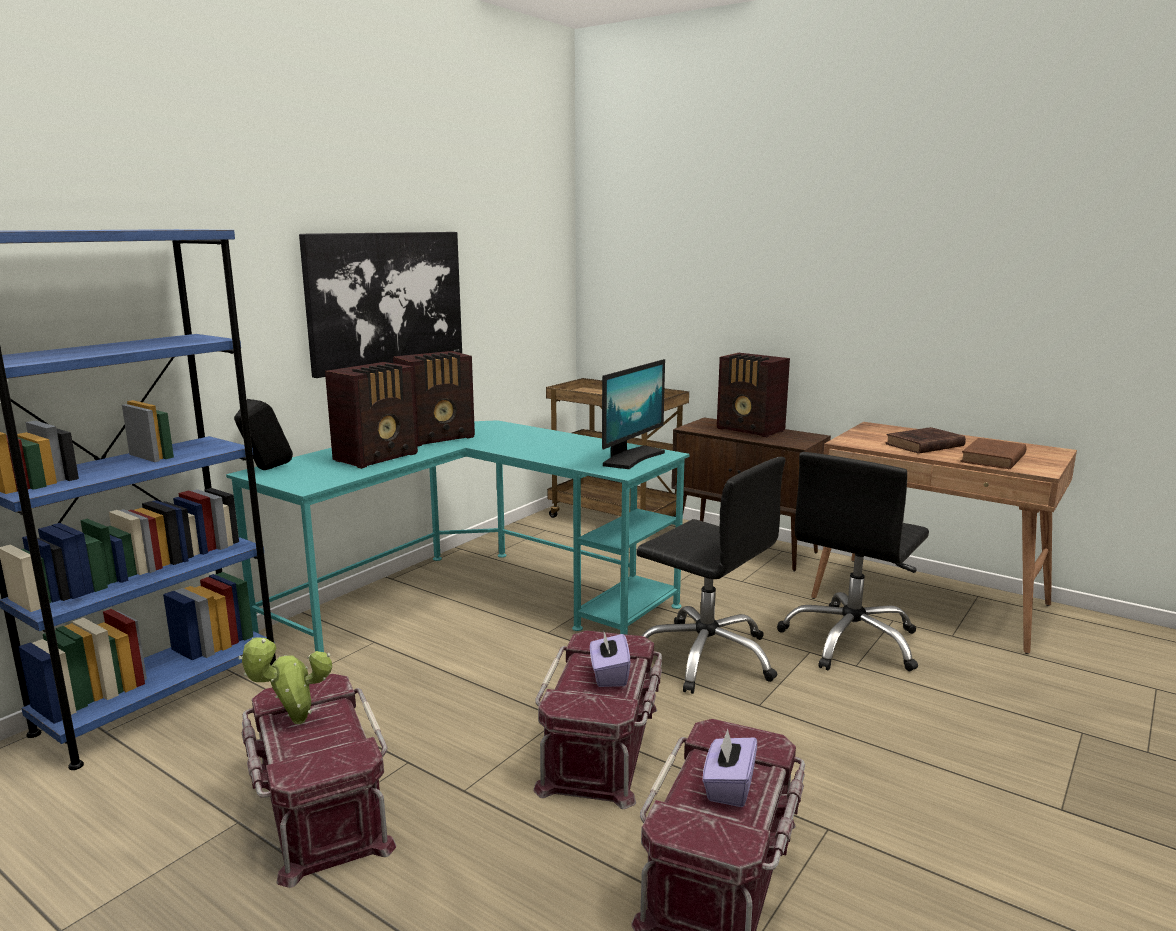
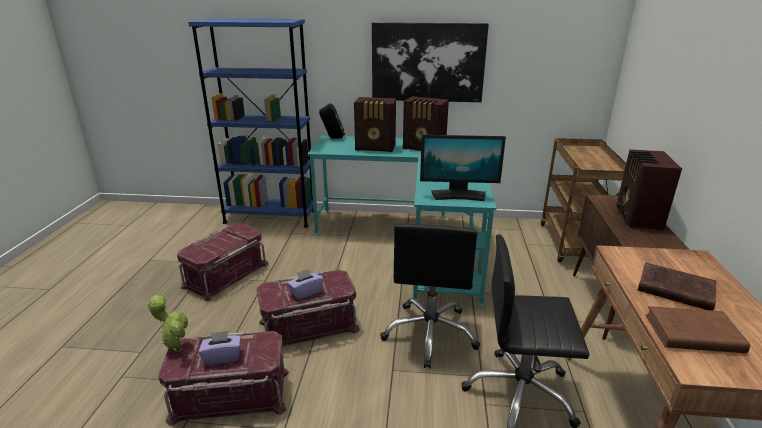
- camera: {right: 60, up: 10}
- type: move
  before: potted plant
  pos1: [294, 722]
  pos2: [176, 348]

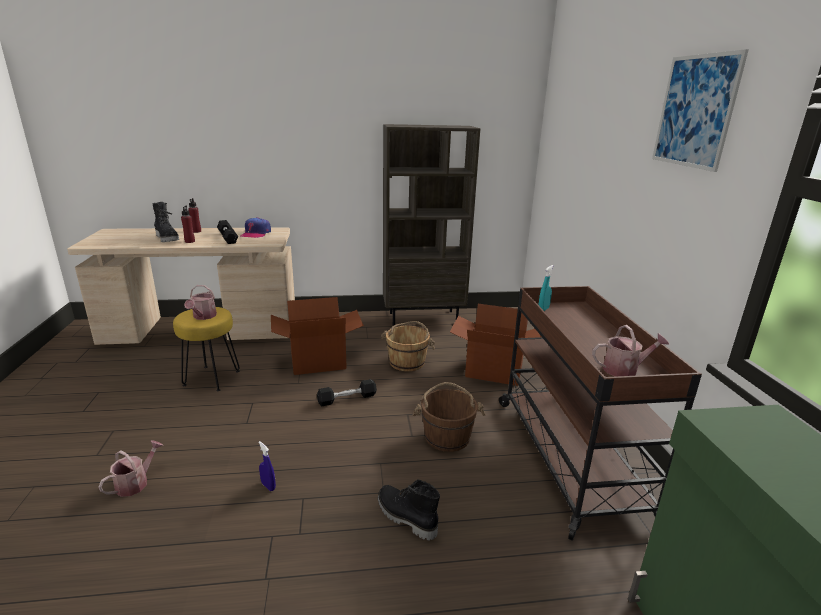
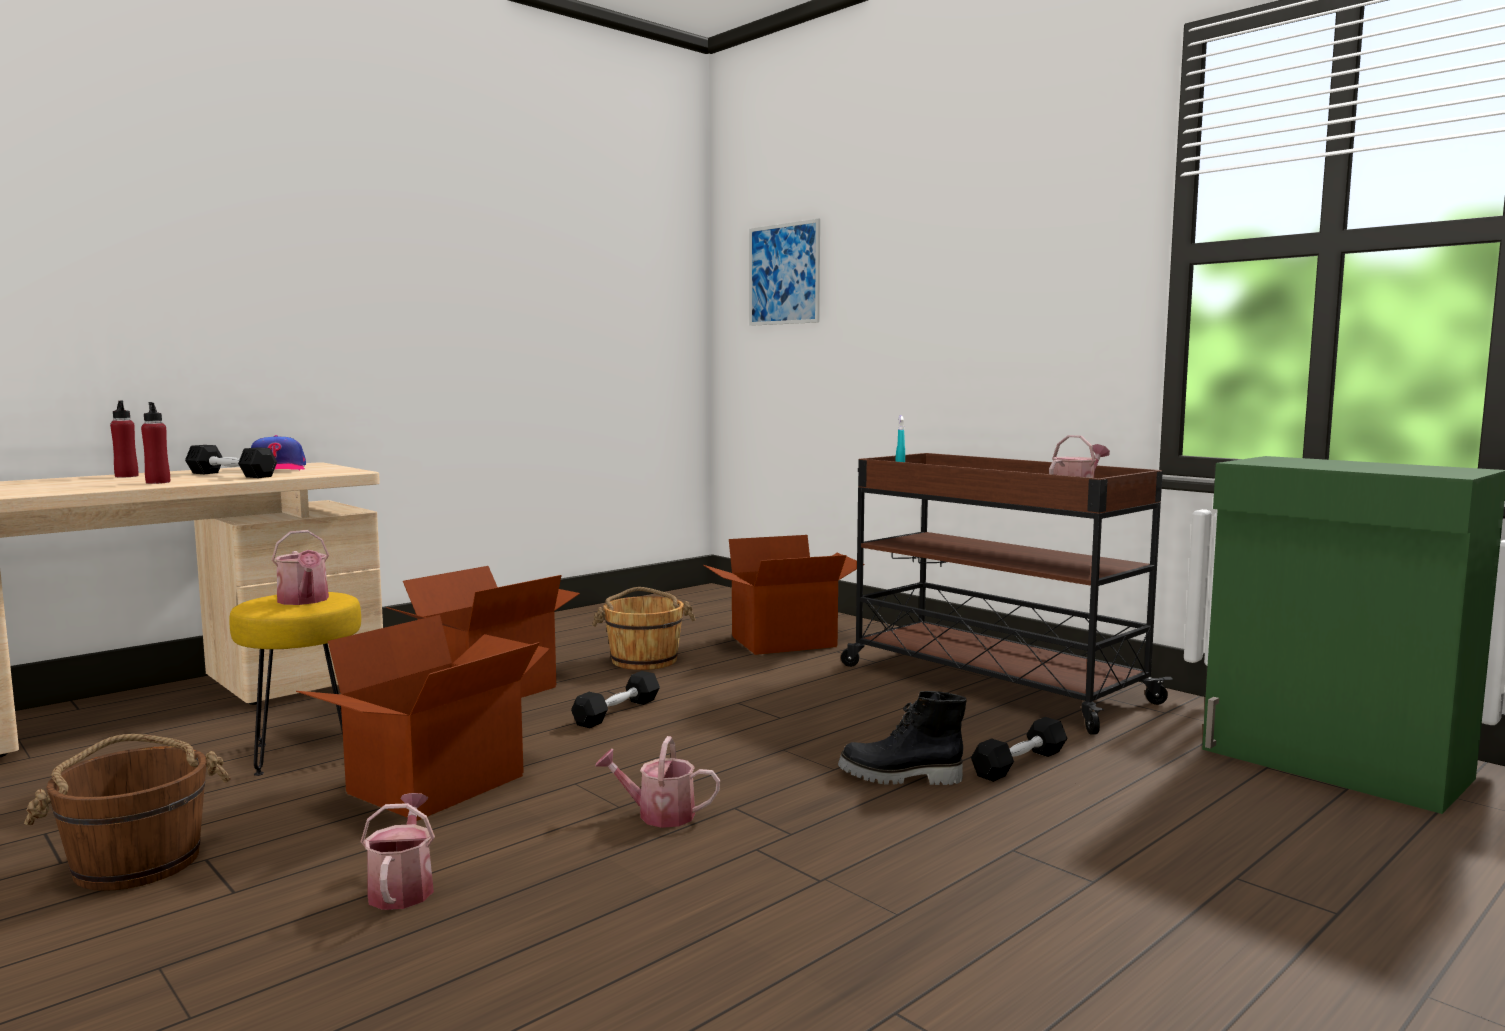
- camera: {right: -35, up: -15}
- type: delete
  before: boot/black
  pos1: [168, 239]
- type: replace
  before: spray bottle/blue
  after: watering can
  pos1: [268, 486]
  pos2: [658, 815]
- type: delete
  before: bookcase/brown
  pos1: [423, 318]
- type: move
  before: bucket/brown
  pos1: [447, 436]
  pos2: [137, 862]
- type: move
  before: picture
  pos1: [695, 111]
  pos2: [784, 274]
- type: insert
  after: cardboard box
  pos2: [438, 785]
- type: insert
  after: dumbbell/black
  pos2: [1020, 763]

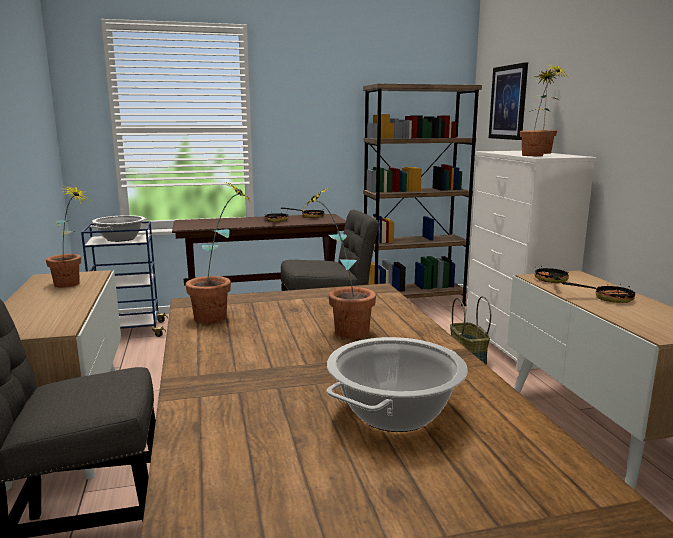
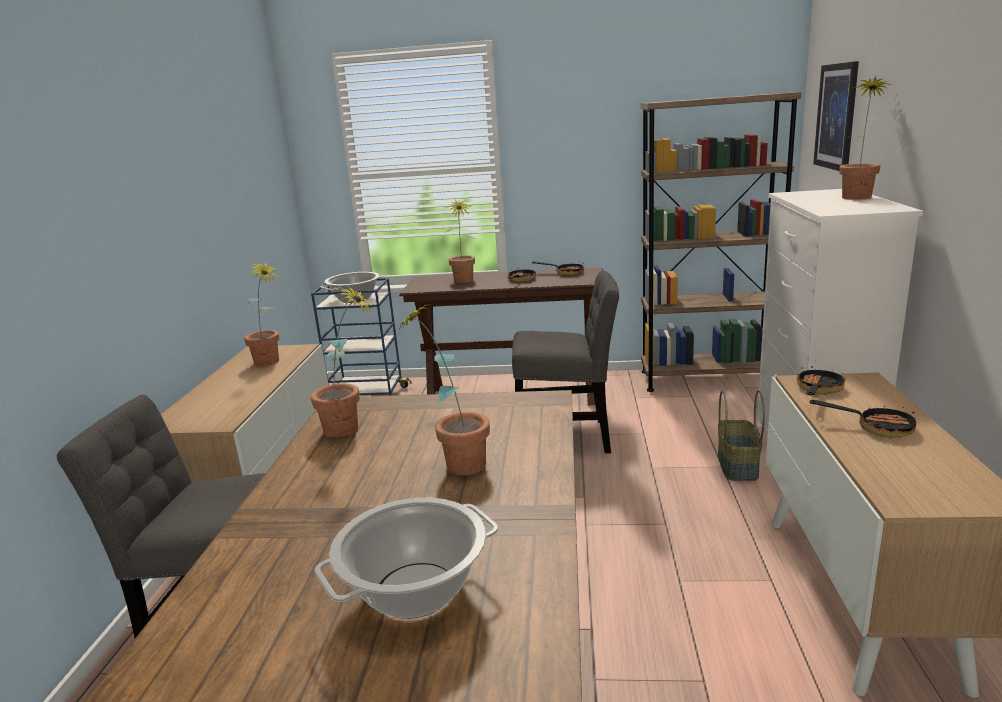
- camera: {right: 20, up: 5}
- type: move
  before: potted plant
  pos1: [537, 156]
  pos2: [464, 282]

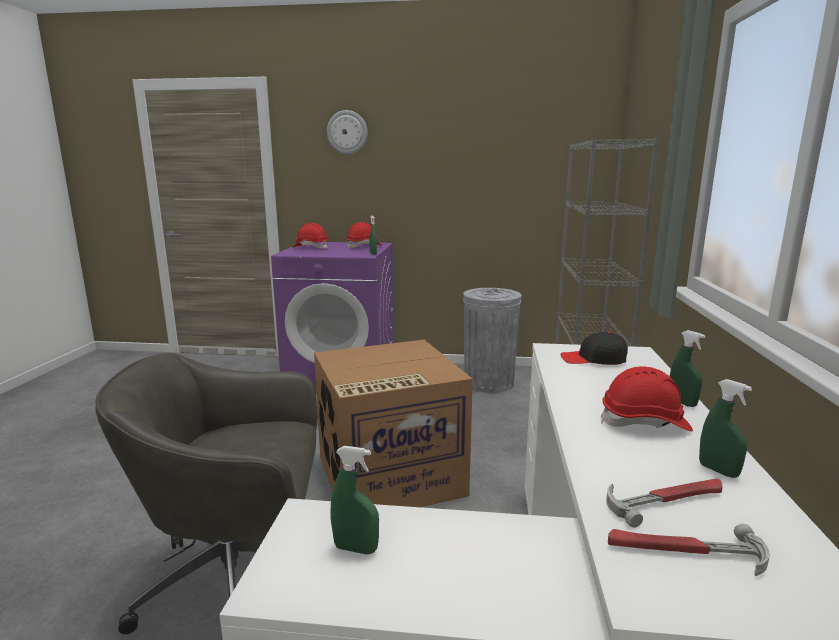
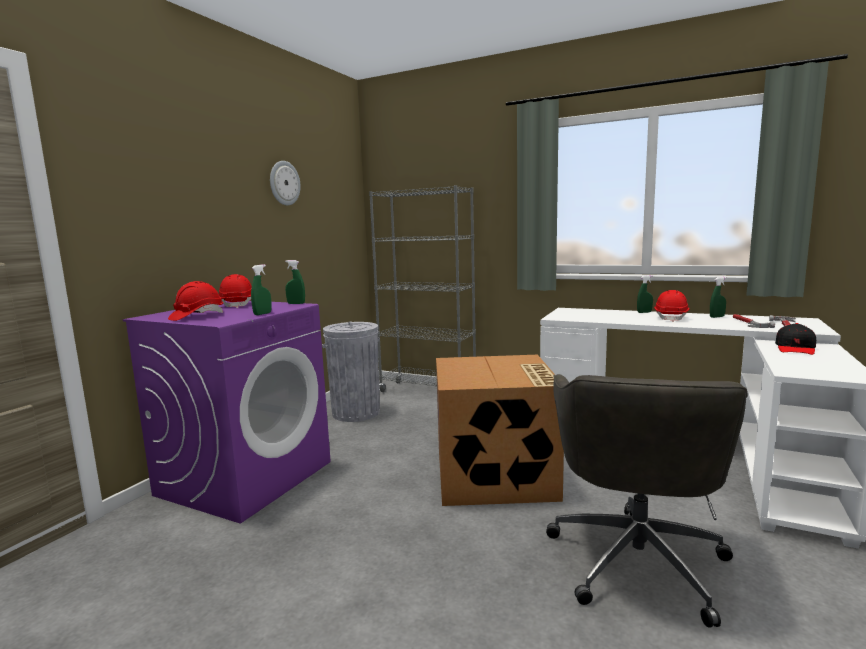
- camera: {right: -70, up: -5}
- type: move
  before: wall clock
  pos1: [347, 132]
  pos2: [284, 183]
- type: move
  before: spray bottle/green
  pos1: [355, 548]
  pos2: [262, 314]
- type: move
  before: cap/black
  pos1: [593, 359]
  pos2: [795, 348]

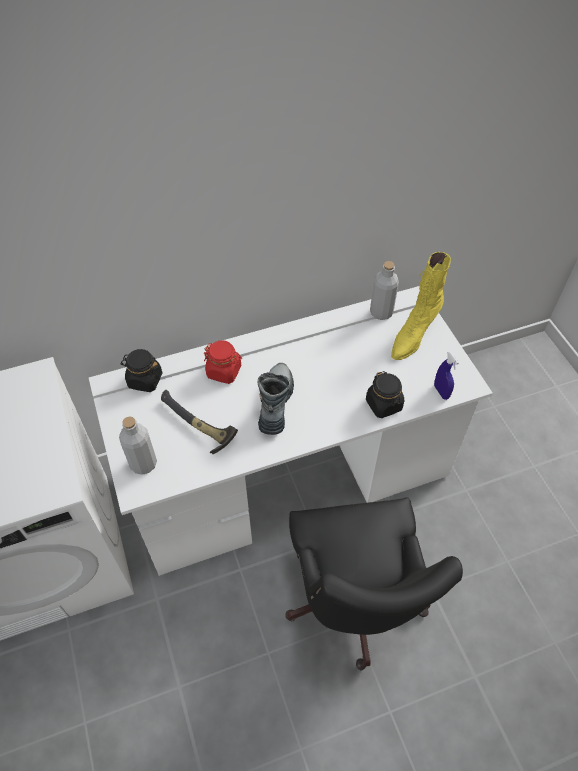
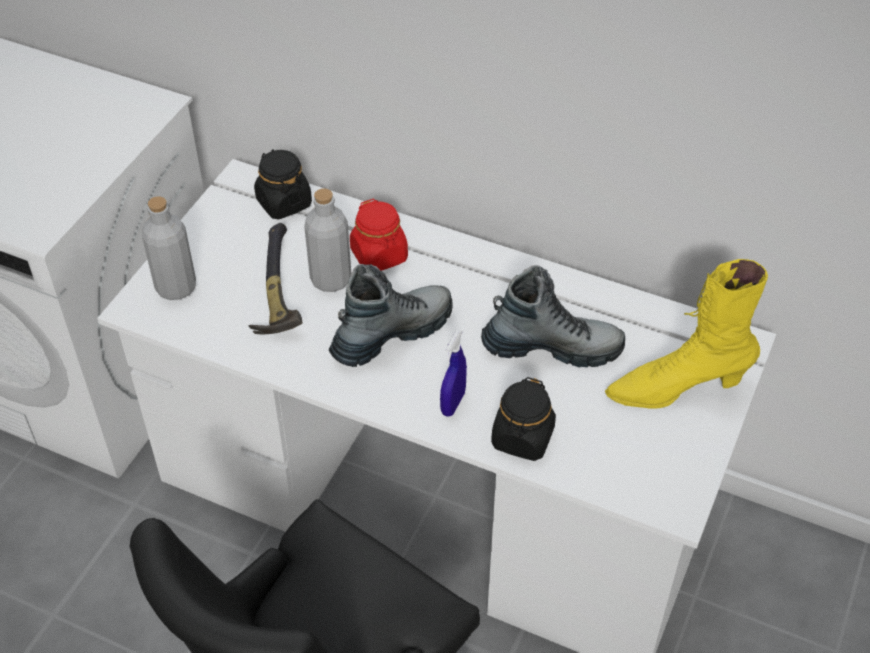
- camera: {right: 45, up: -5}
- type: move
  before: bottle/grey
  pos1: [381, 312]
  pos2: [331, 279]
- type: move
  before: spray bottle/blue
  pos1: [441, 392]
  pos2: [453, 403]
- type: insert
  after: boot
  pos2: [552, 347]

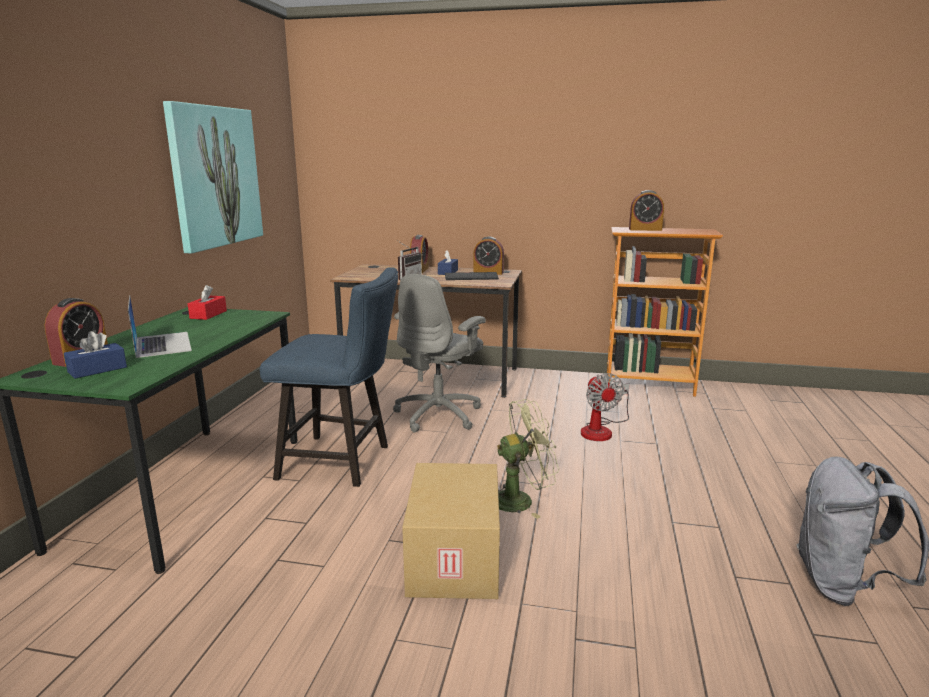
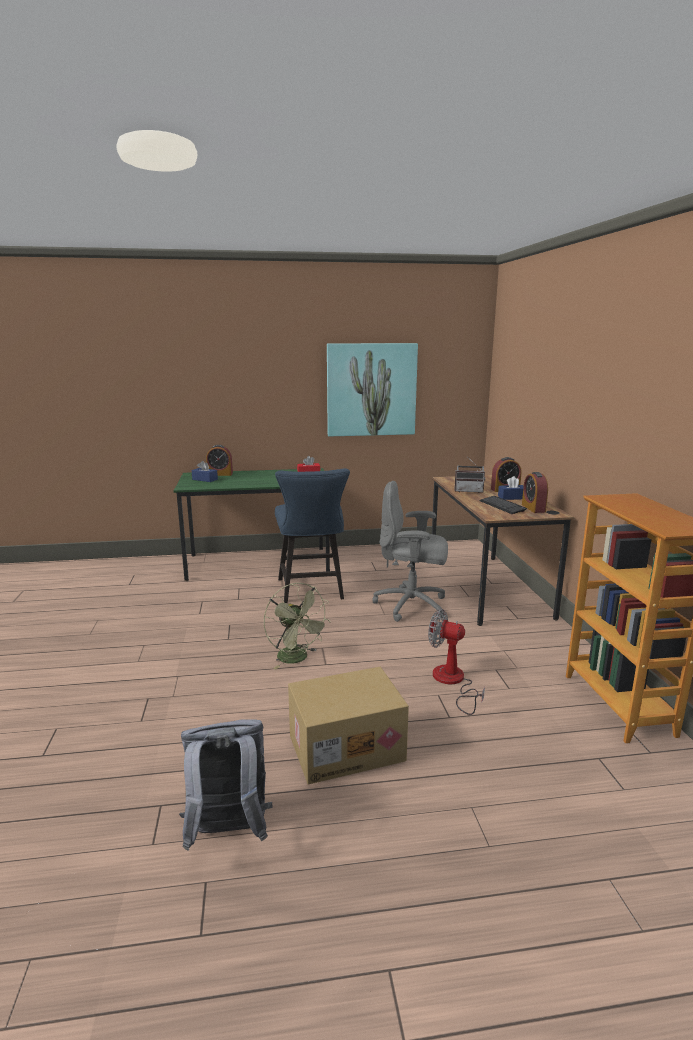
- camera: {right: 70, up: 0}
- type: delete
  before: laptop
  pos1: [162, 344]
- type: move
  before: cardboard box
  pos1: [452, 557]
  pos2: [346, 747]
- type: rotate
  before: fan
  pos1: [601, 430]
  pos2: [452, 682]
  turn: 60
- type: delete
  before: alarm clock
  pos1: [645, 229]

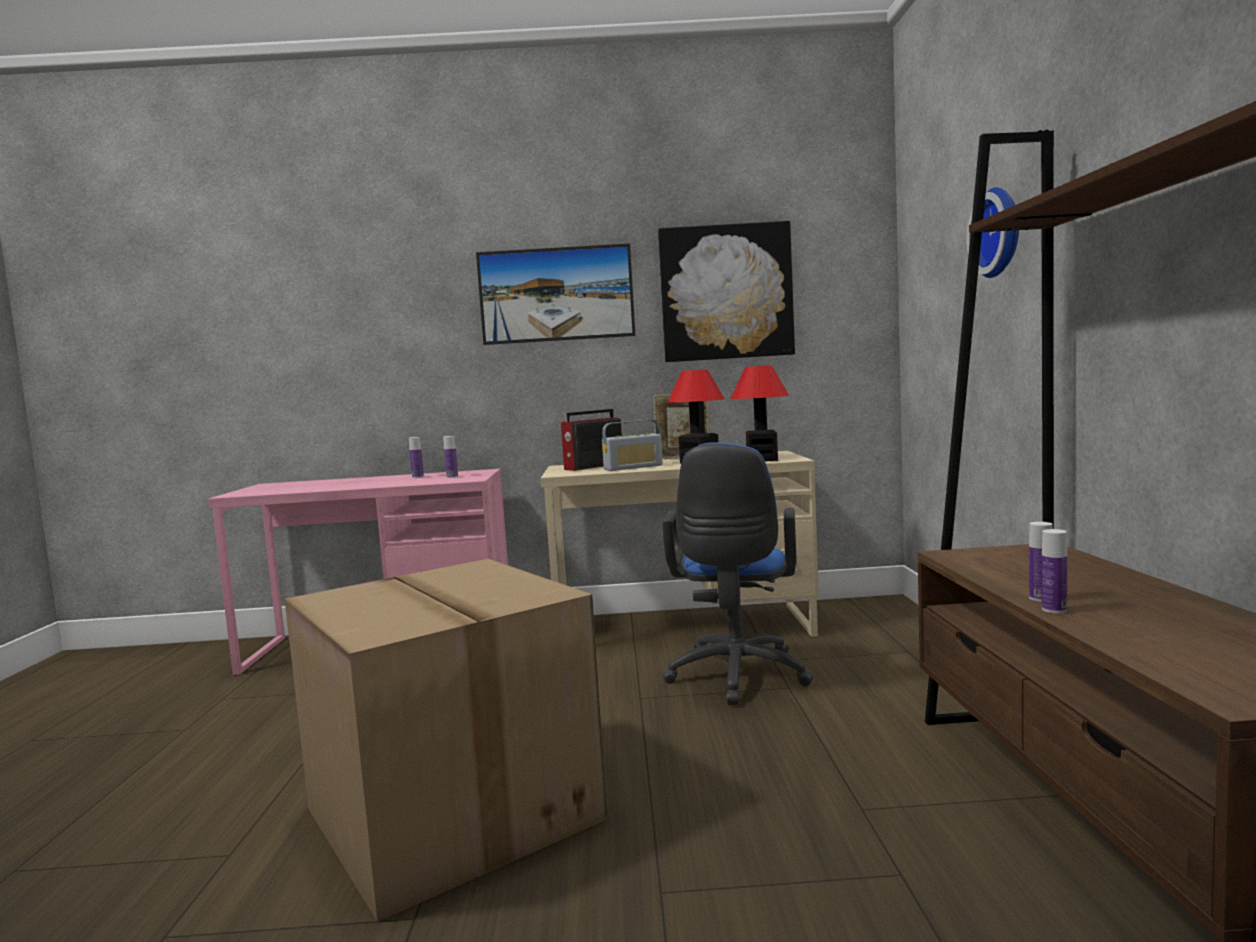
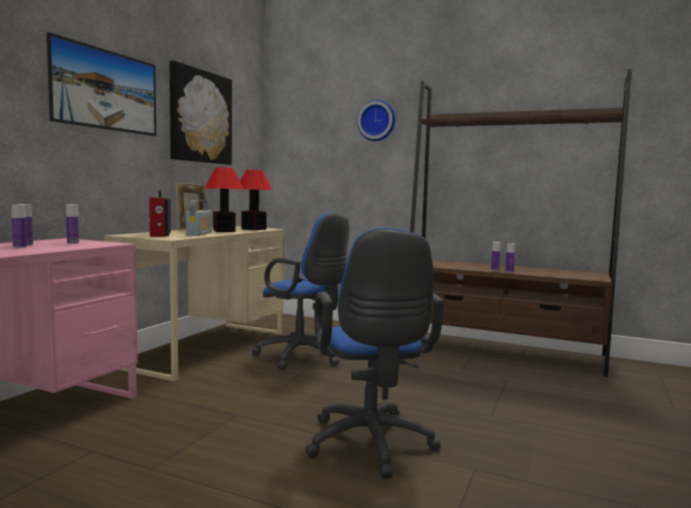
- camera: {right: -65, up: 0}
- type: replace
  before: cardboard box
  after: office chair/blue
  pos1: [447, 813]
  pos2: [371, 446]
- type: insert
  after: bottle
  pos2: [19, 247]

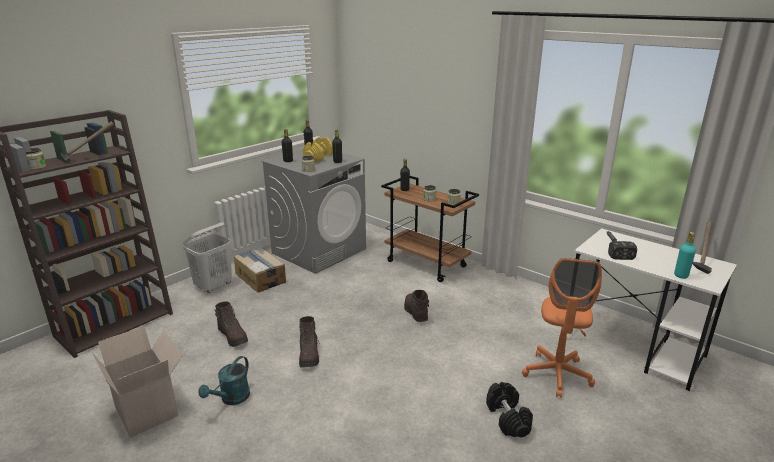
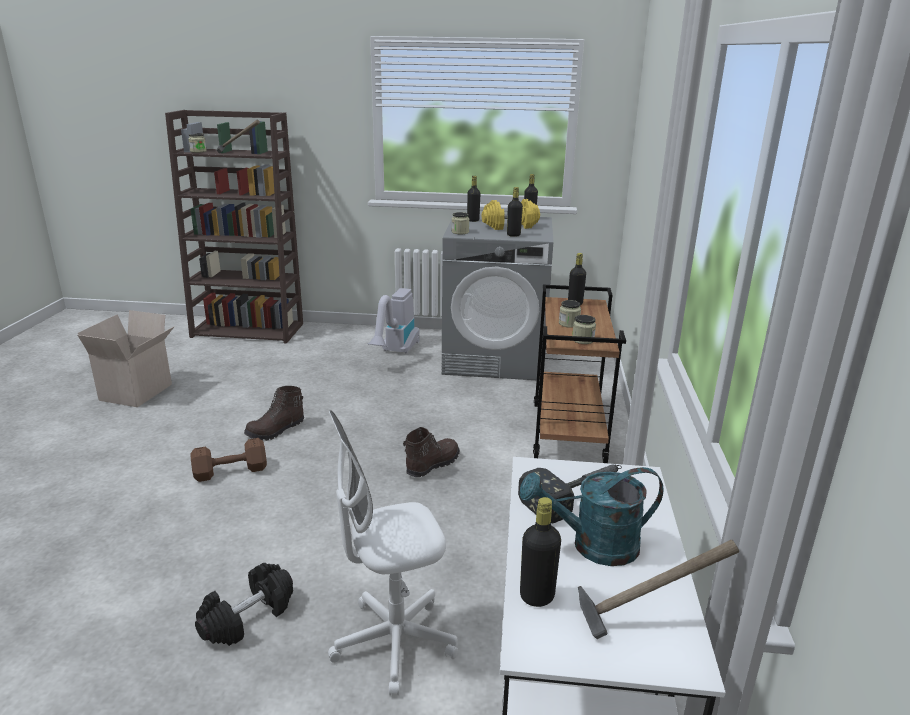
- camera: {right: 55, up: 0}
- type: delete
  before: laundry basket/white
  pos1: [214, 286]
- type: move
  before: watering can/turquoise
  pos1: [231, 399]
  pos2: [593, 546]
- type: delete
  before: boot/brown
  pos1: [233, 336]
- type: replace
  before: cardboard box
  after: vacuum cleaner
  pos1: [260, 277]
  pos2: [395, 352]
- type: recolor
  before: office chair/orange
  after: office chair/white
  pos1: [557, 375]
  pos2: [394, 642]
- type: recolor
  before: bottle/turquoise
  after: bottle/black
  pos1: [681, 275]
  pos2: [537, 596]
- type: insert
  after: dumbbell/brown
  pos2: [232, 471]

